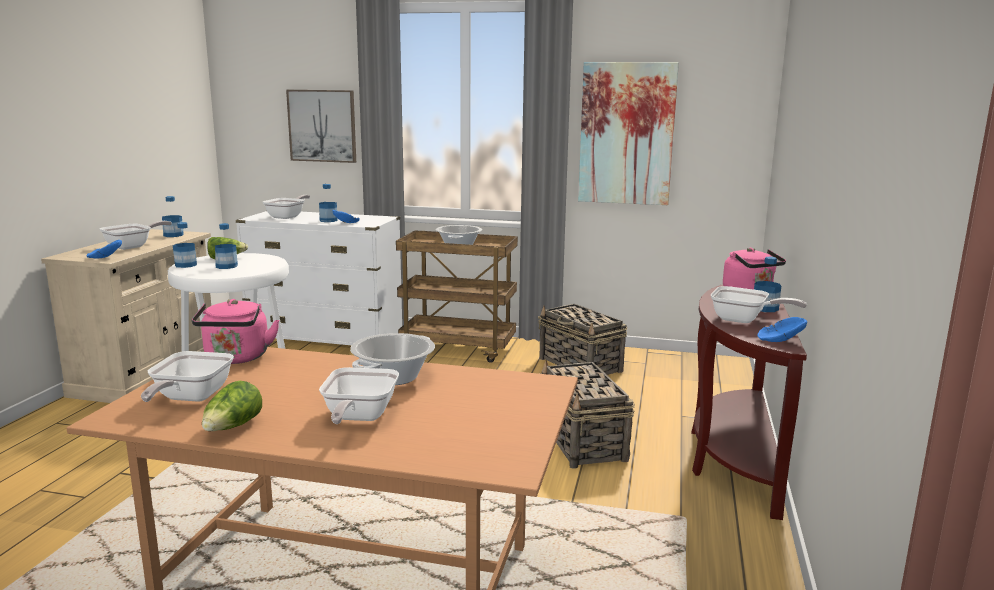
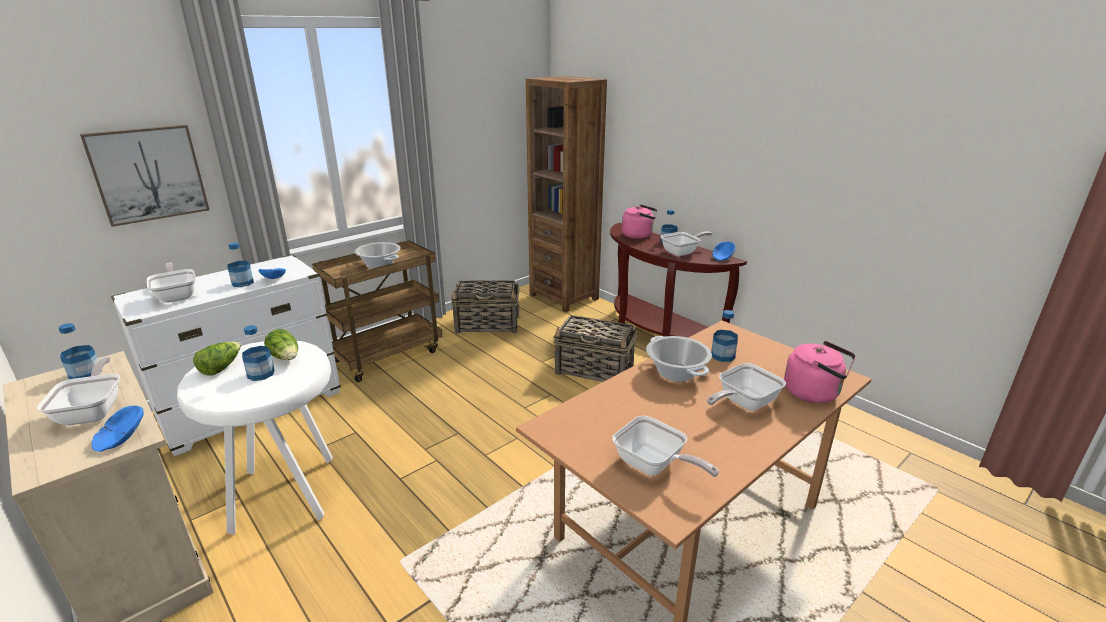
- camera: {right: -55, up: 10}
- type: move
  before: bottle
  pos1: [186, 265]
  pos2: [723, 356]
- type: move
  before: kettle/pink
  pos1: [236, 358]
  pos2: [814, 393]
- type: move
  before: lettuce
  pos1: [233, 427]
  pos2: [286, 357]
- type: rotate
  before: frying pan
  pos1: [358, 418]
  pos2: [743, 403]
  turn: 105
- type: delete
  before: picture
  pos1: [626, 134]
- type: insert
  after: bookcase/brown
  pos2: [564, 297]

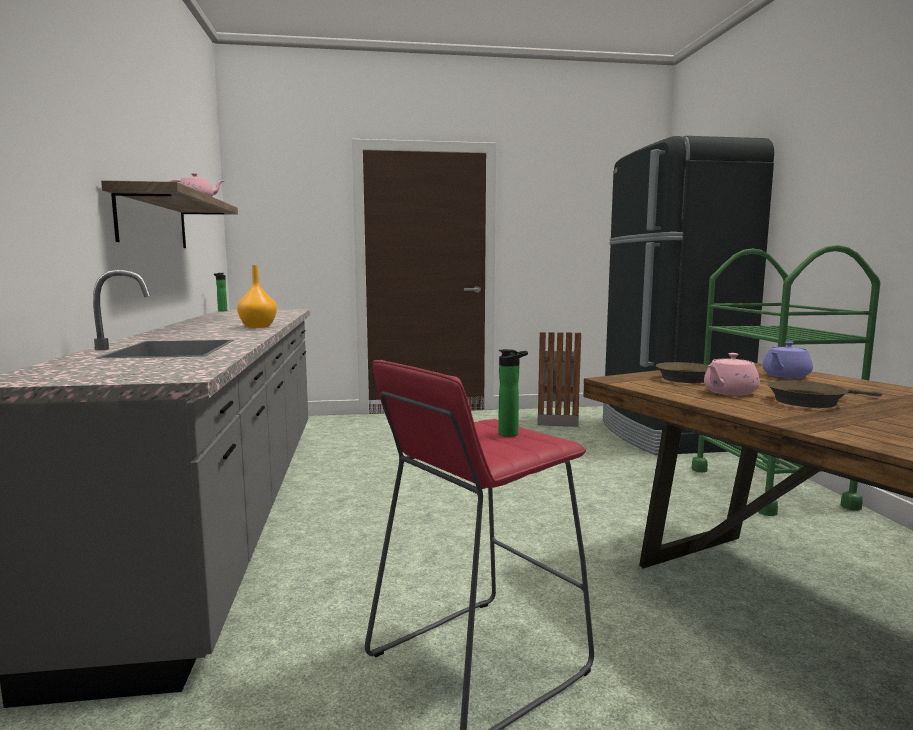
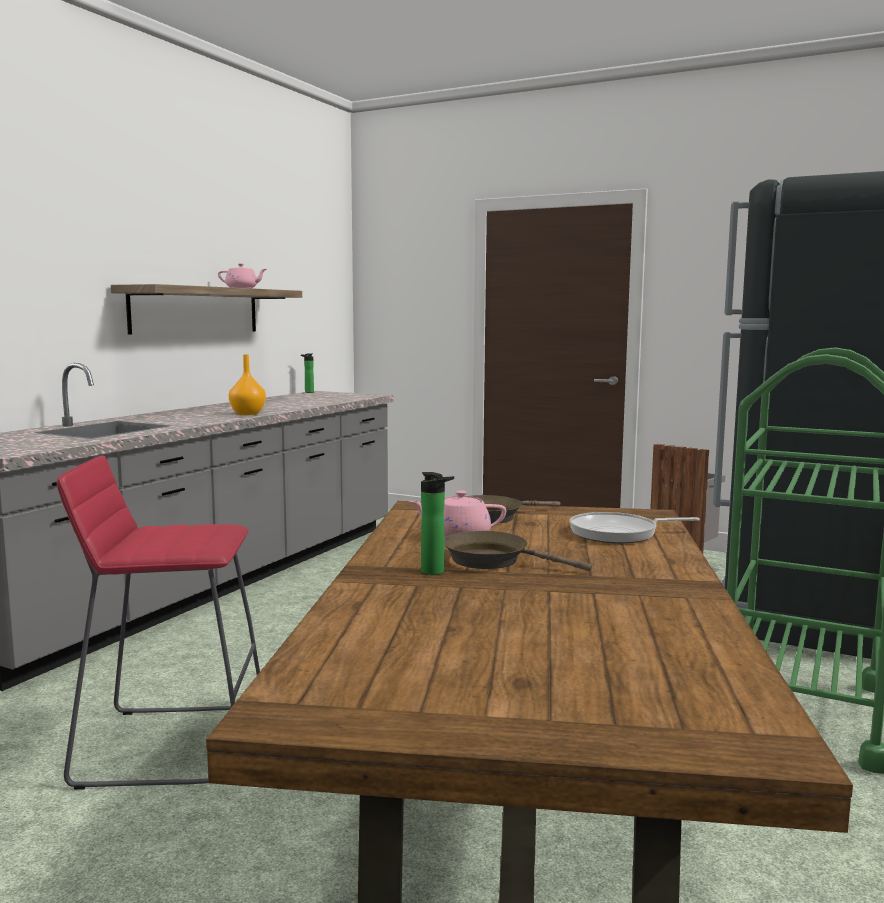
- camera: {right: 35, up: 0}
- type: move
  before: bottle
  pos1: [511, 434]
  pos2: [436, 572]
- type: replace
  before: teapot/purple
  after: frying pan
  pos1: [785, 376]
  pos2: [618, 533]

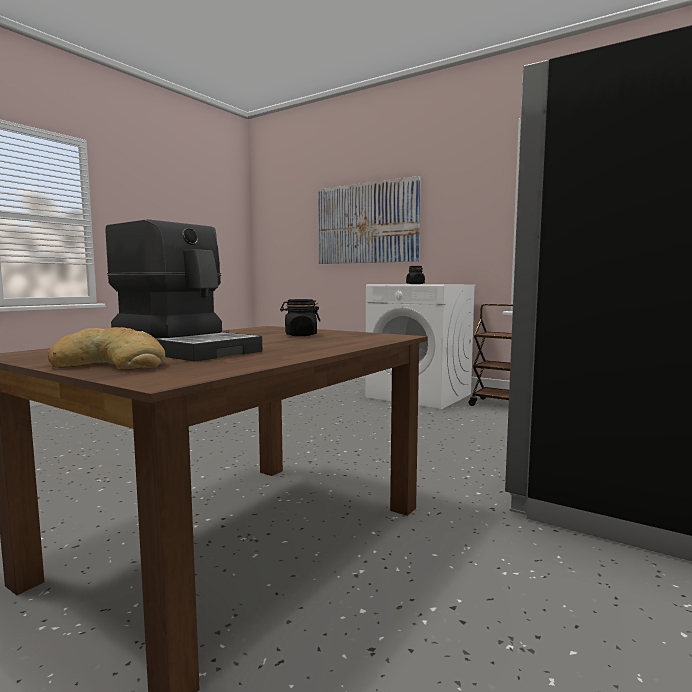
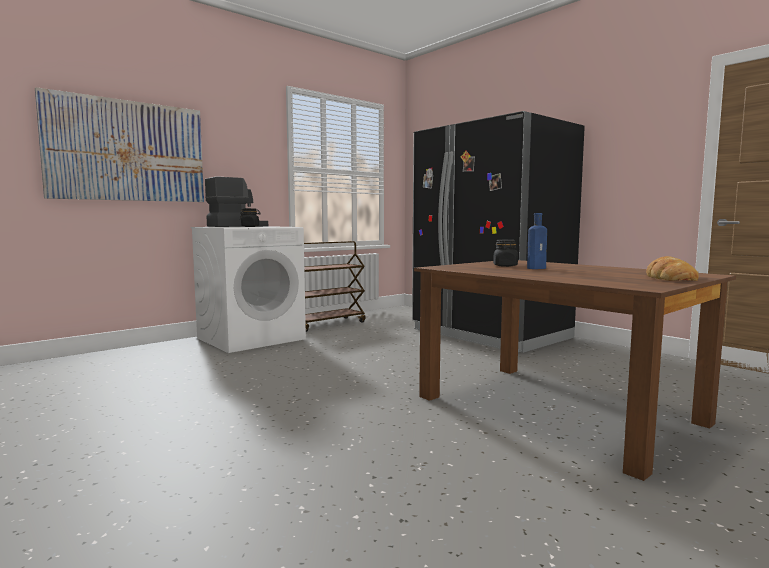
- camera: {right: -75, up: 0}
- type: move
  before: coffee machine
  pos1: [186, 349]
  pos2: [236, 226]
- type: insert
  after: bottle/blue
  pos2: [537, 268]

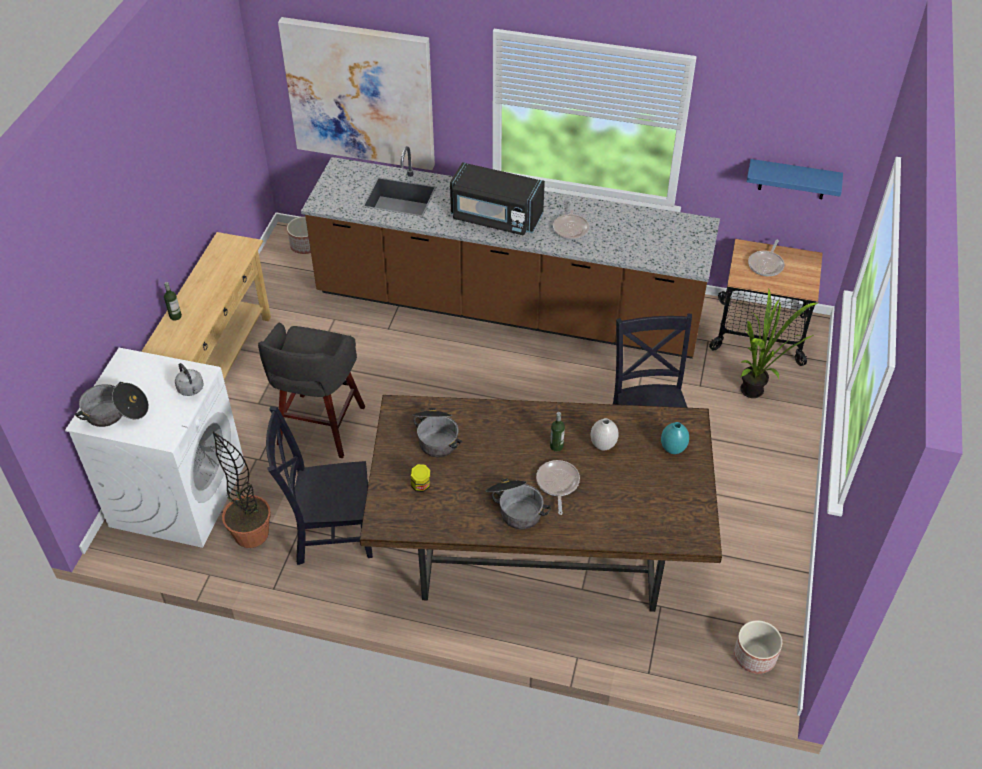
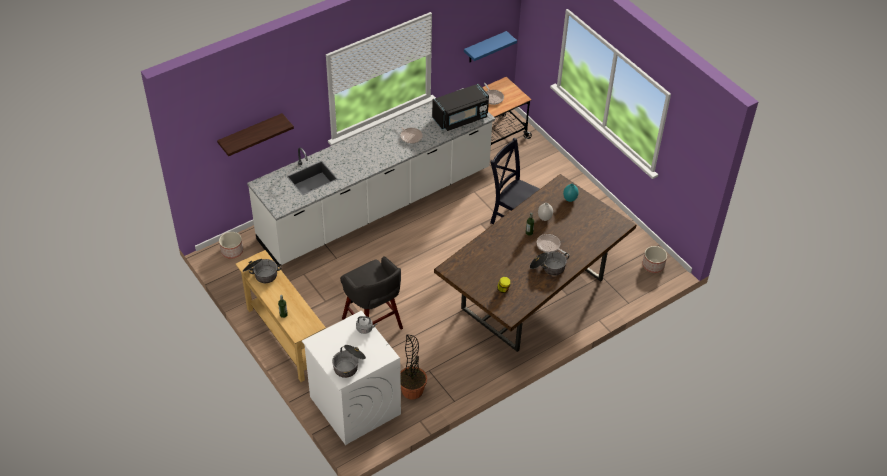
- camera: {right: -50, up: 0}
- type: delete
  before: chair/black
  pos1: [330, 532]
- type: replace
  before: picture
  after: shelf
  pos1: [361, 93]
  pos2: [251, 134]
- type: recolor
  before: counter/brown
  after: counter/white
  pos1: [508, 307]
  pos2: [376, 205]
- type: move
  before: cooking pot
  pos1: [436, 437]
  pos2: [261, 274]
- type: move
  before: microwave/black
  pos1: [495, 217]
  pos2: [460, 118]
- type: delete
  before: potted plant
  pos1: [757, 393]

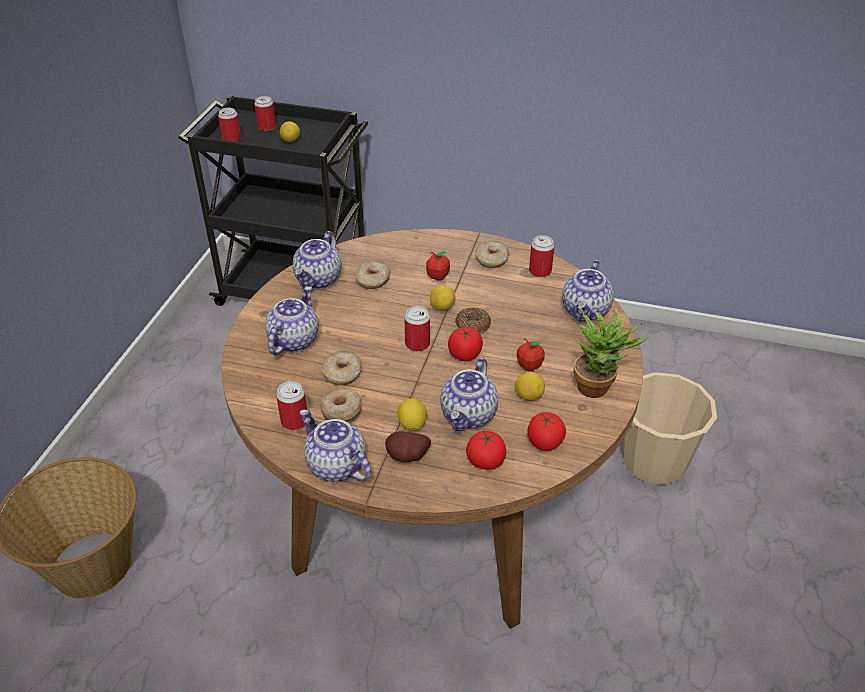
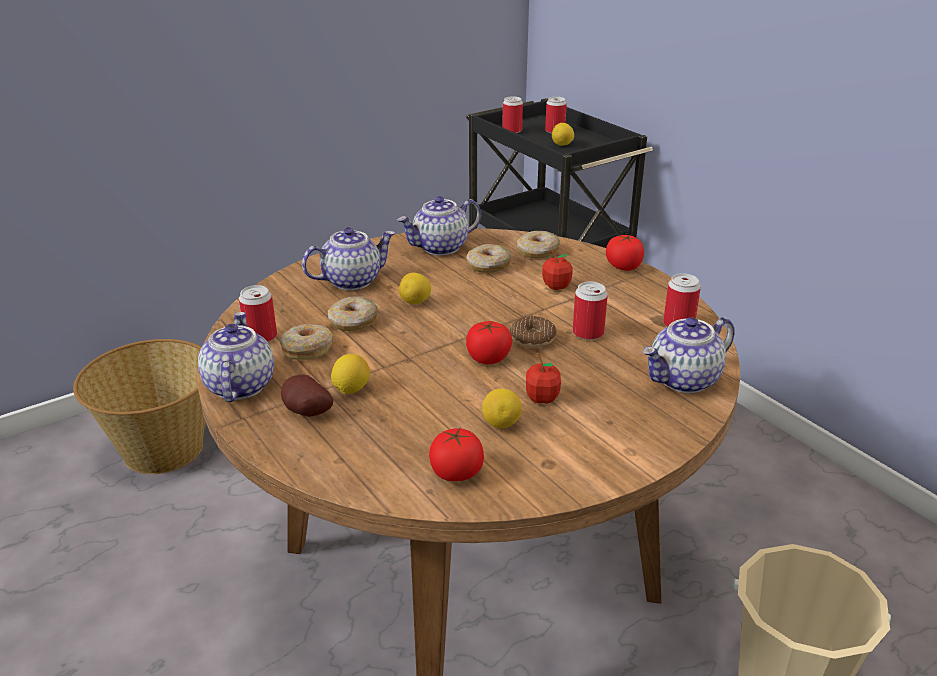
- camera: {right: 40, up: -10}
- type: move
  before: can
  pos1: [417, 344]
  pos2: [588, 333]
- type: move
  before: lemon
  pos1: [442, 307]
  pos2: [415, 302]
- type: delete
  before: teapot
  pos1: [469, 415]
- type: move
  before: tomato
  pos1: [485, 461]
  pos2: [623, 267]
- type: move
  before: donut
  pos1: [492, 260]
  pos2: [537, 252]
- type: delete
  before: potted plant
  pos1: [598, 386]

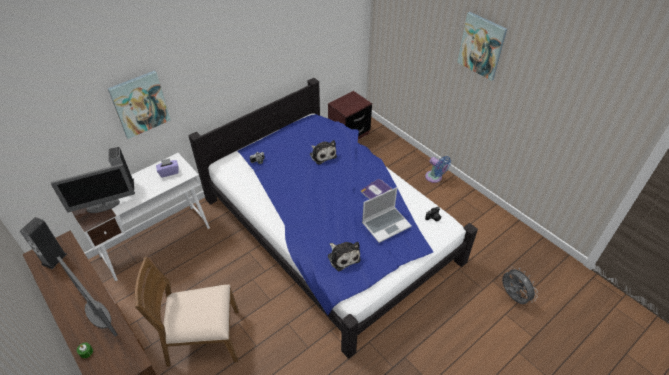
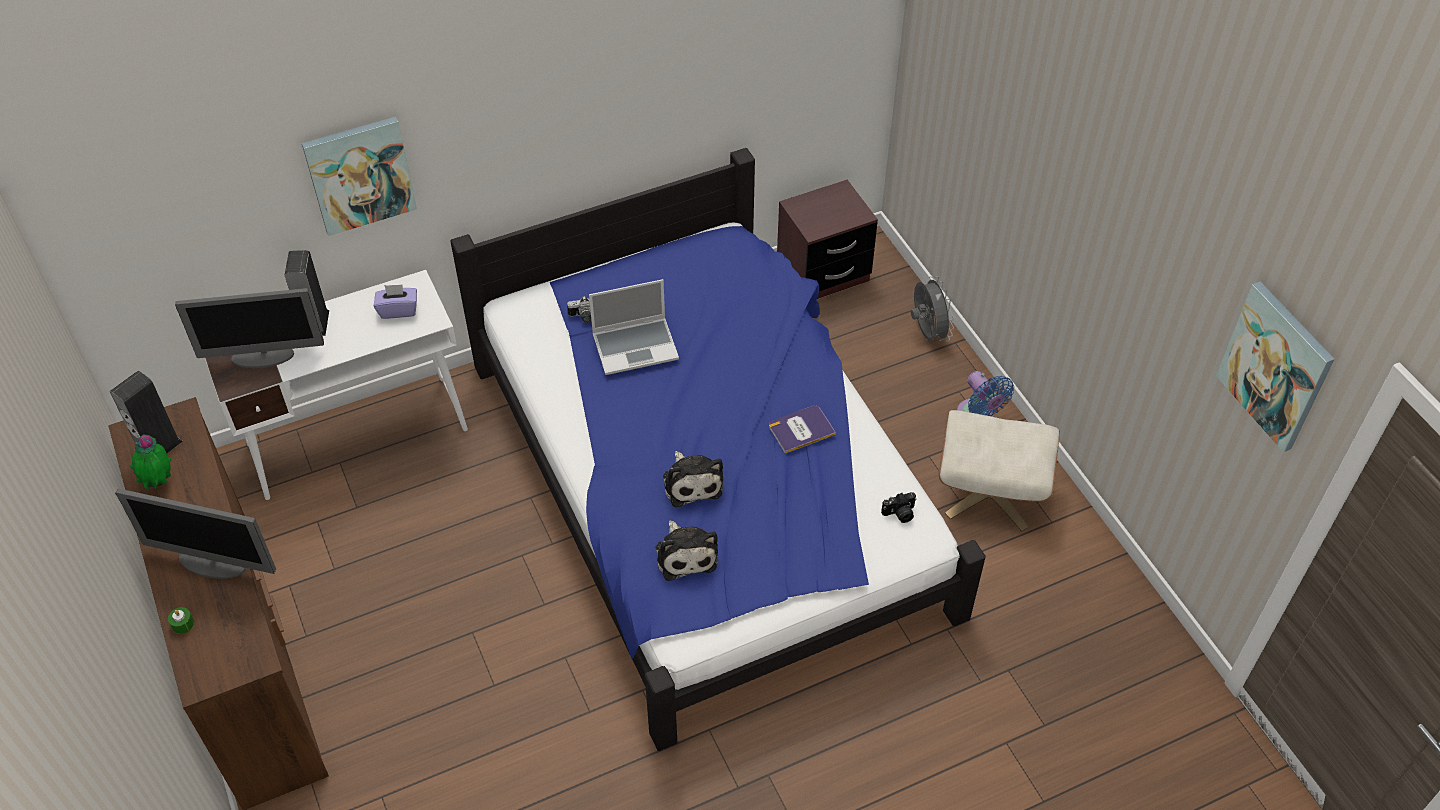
- camera: {right: 15, up: 5}
- type: rotate
  before: monitor
  pos1: [98, 314]
  pos2: [213, 563]
  turn: 135
- type: delete
  before: chair/brown
  pos1: [203, 338]
- type: move
  before: plush toy
  pos1: [322, 155]
  pos2: [692, 482]
- type: move
  before: laptop
  pos1: [386, 224]
  pos2: [636, 346]
- type: move
  before: picture
  pos1: [482, 46]
  pos2: [1276, 366]
- type: move
  before: fan/grey
  pos1: [512, 297]
  pos2: [927, 333]
- type: insert
  after: potted plant
  pos2: [160, 484]
- type: insert
  after: ottoman/beige
  pos2: [990, 492]

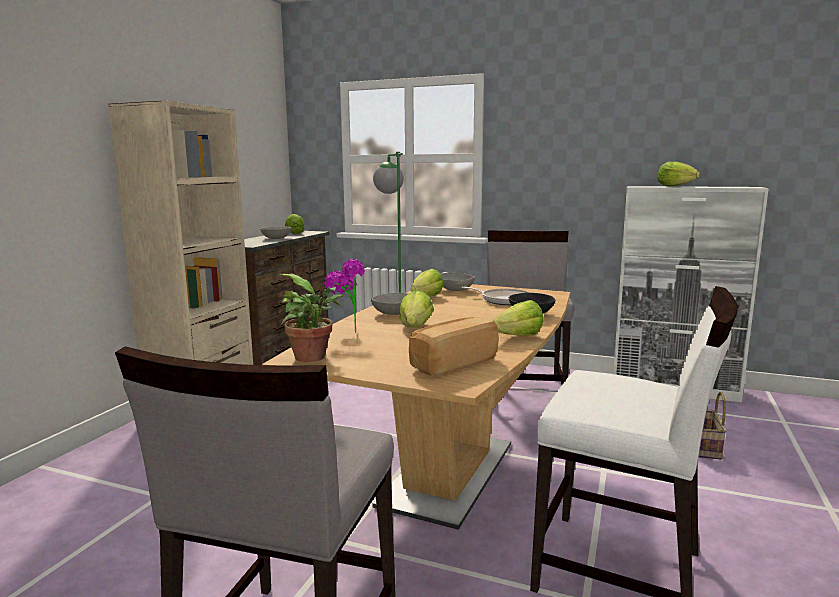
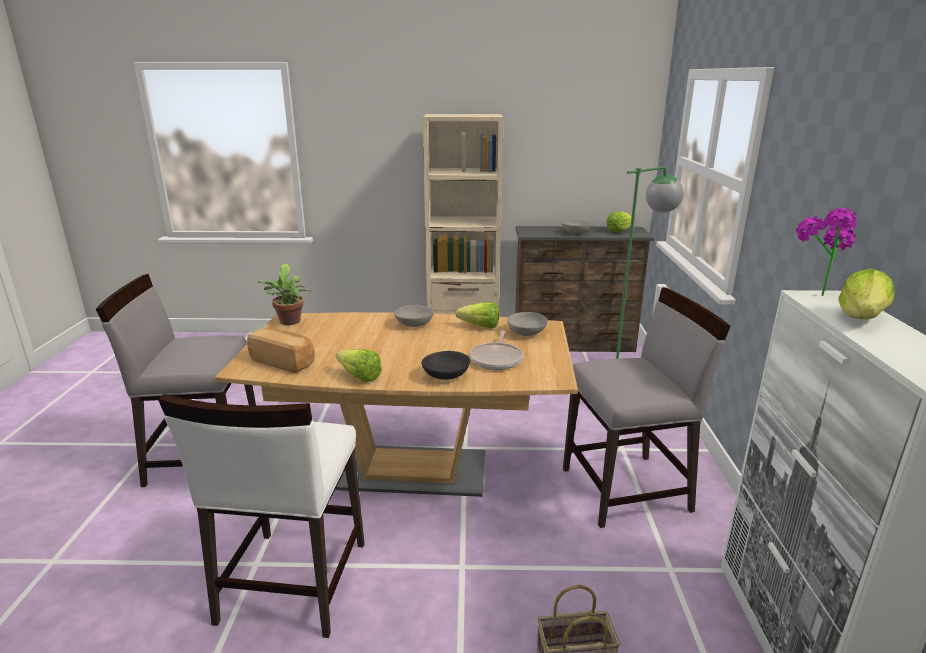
- camera: {right: 70, up: 10}
- type: move
  before: potted plant
  pos1: [346, 332]
  pos2: [813, 291]
- type: delete
  before: lettuce
  pos1: [415, 327]

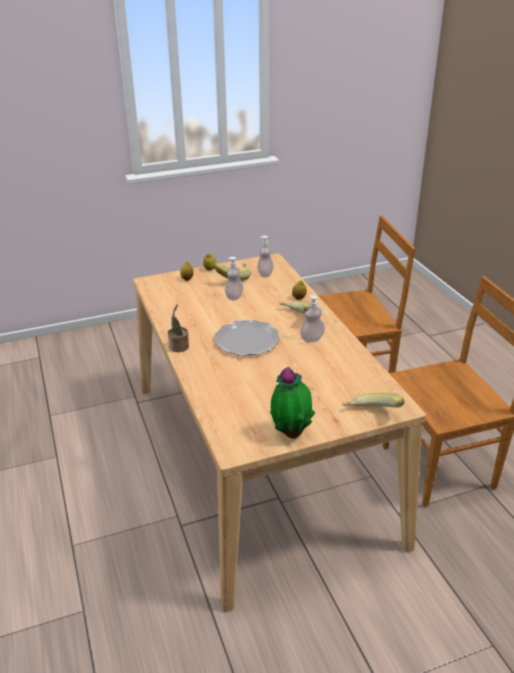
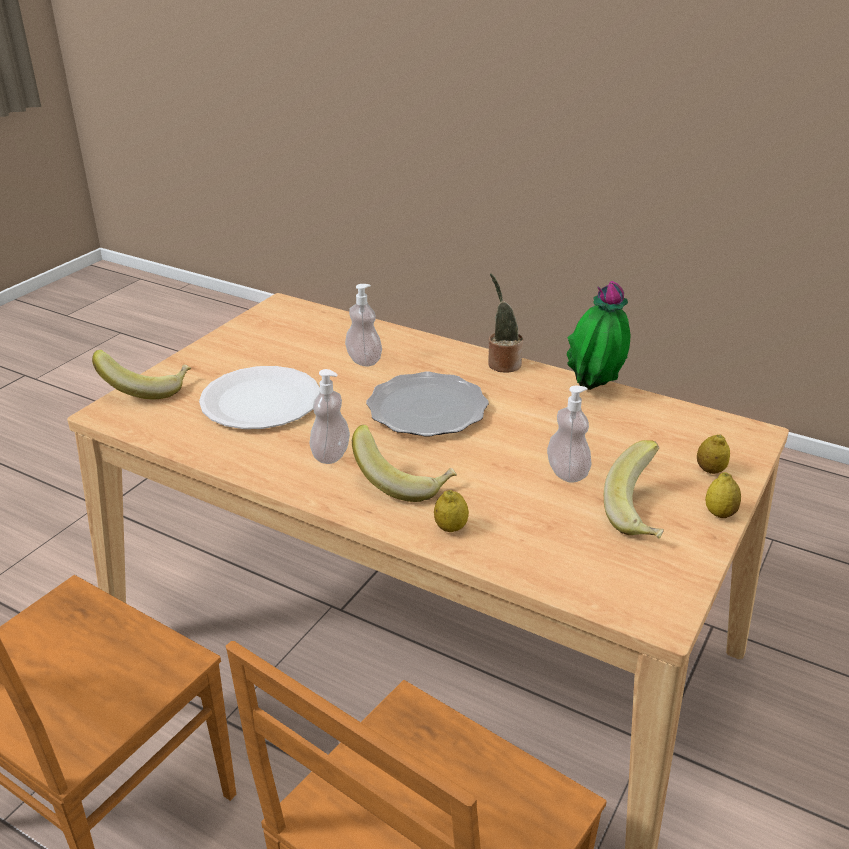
- camera: {right: 140, up: 0}
- type: move
  before: soap dispenser
  pos1: [265, 274]
  pos2: [364, 360]
- type: move
  before: potted plant
  pos1: [291, 433]
  pos2: [594, 390]
- type: insert
  after: plate/white
  pos2: [261, 400]

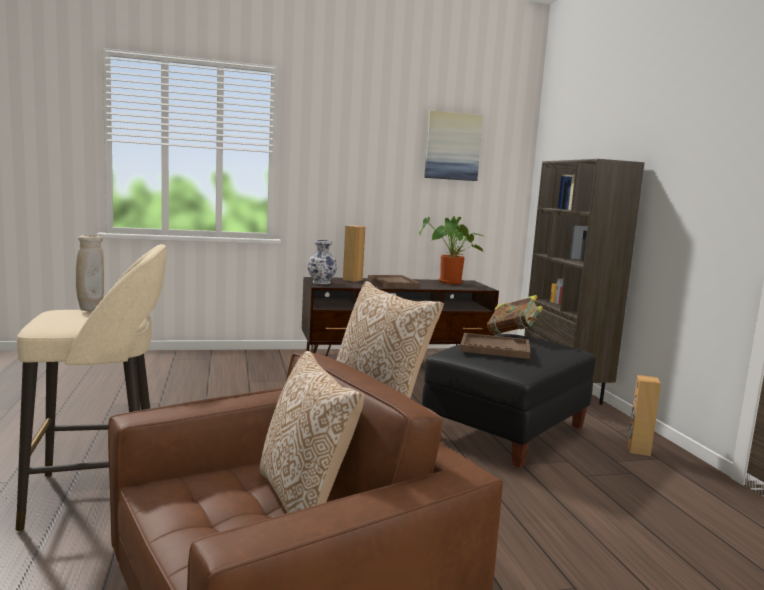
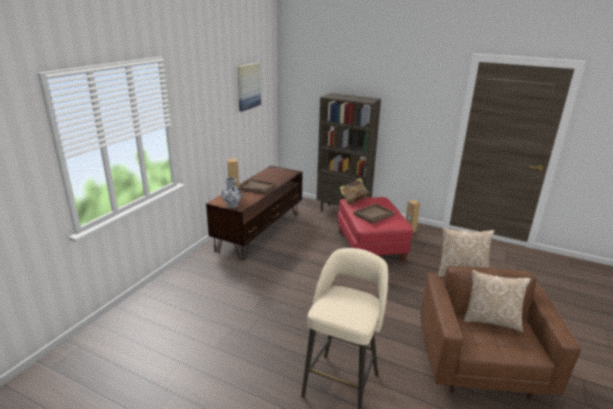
- camera: {right: -50, up: 15}
- type: delete
  before: vase/beige
  pos1: [90, 310]
- type: delete
  before: potted plant
  pos1: [450, 283]
- type: recolor
  before: ottoman/black
  after: ottoman/red
  pos1: [505, 431]
  pos2: [370, 247]

